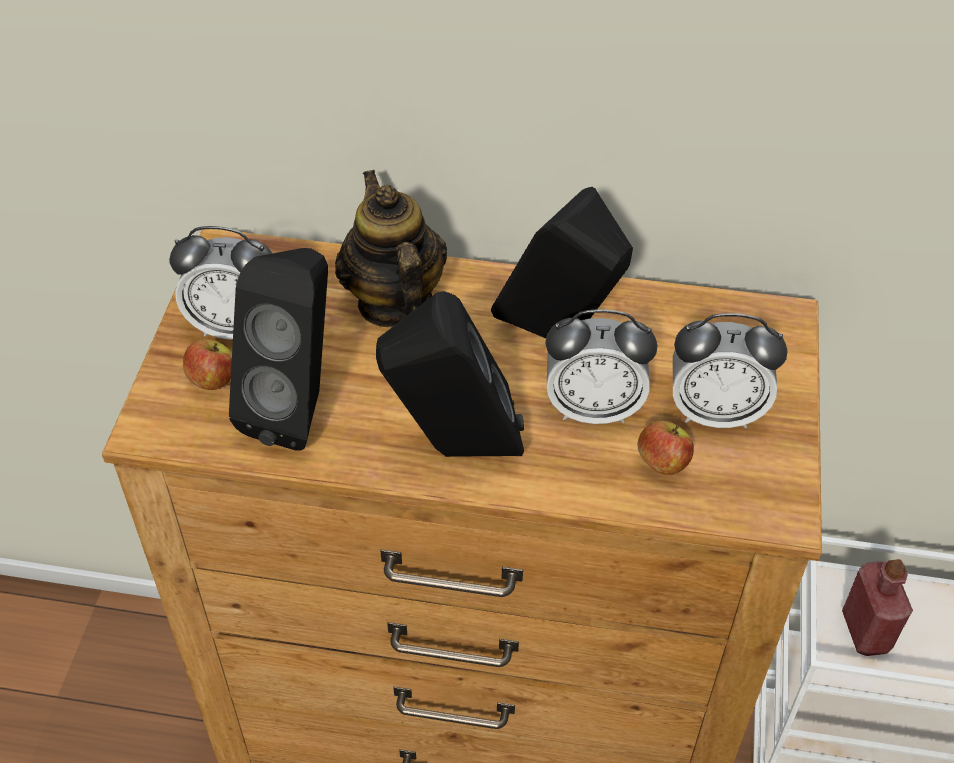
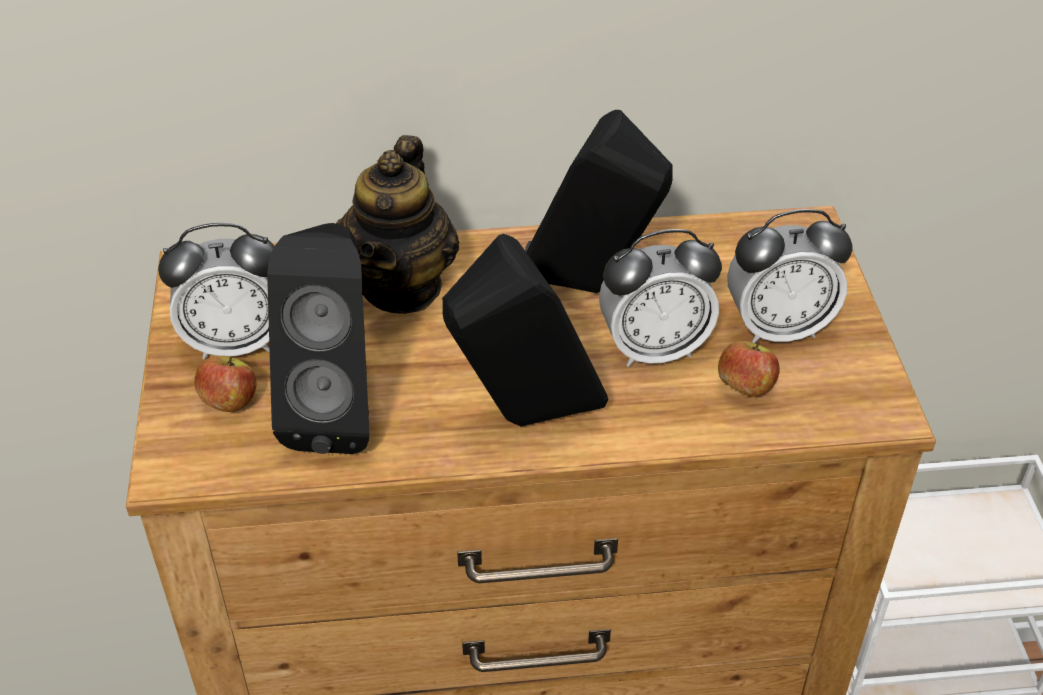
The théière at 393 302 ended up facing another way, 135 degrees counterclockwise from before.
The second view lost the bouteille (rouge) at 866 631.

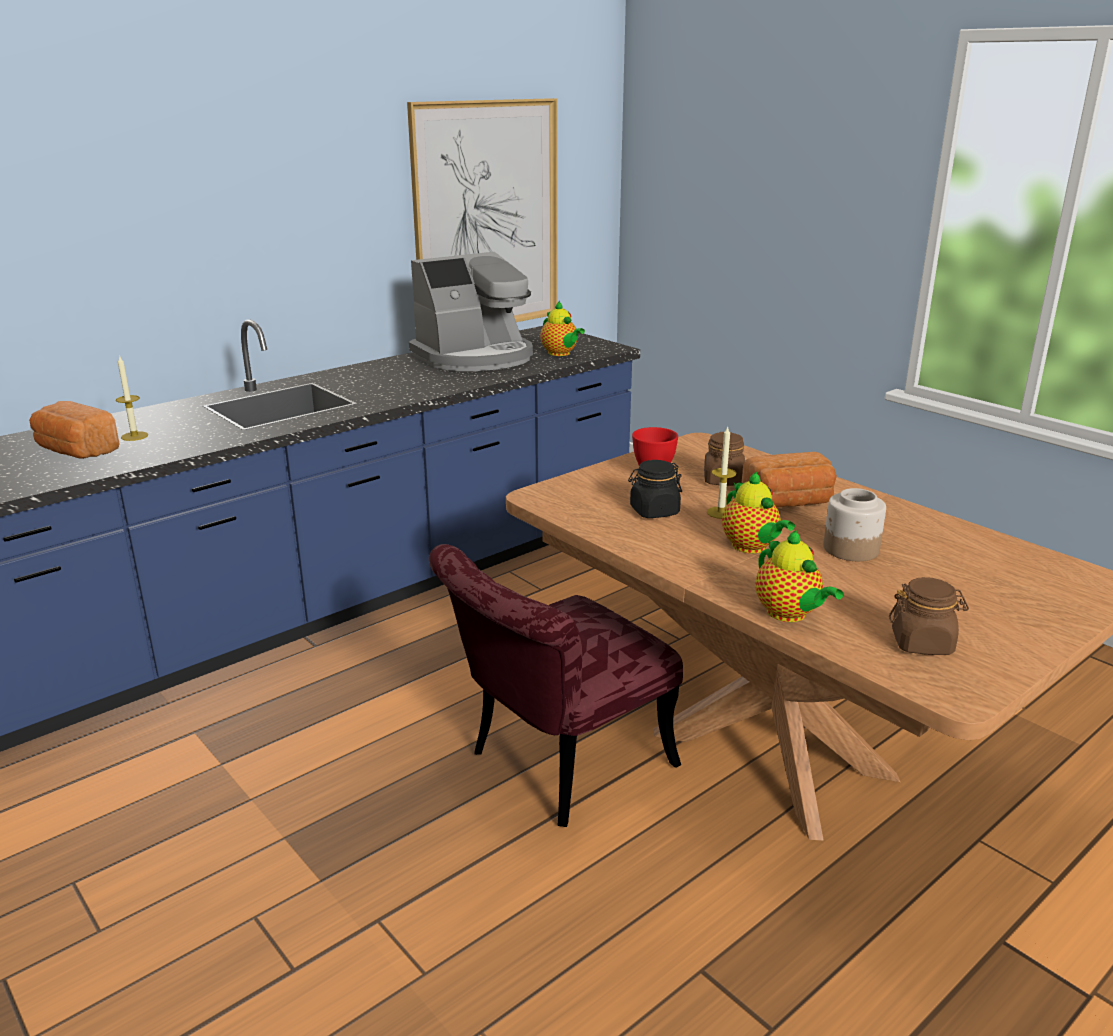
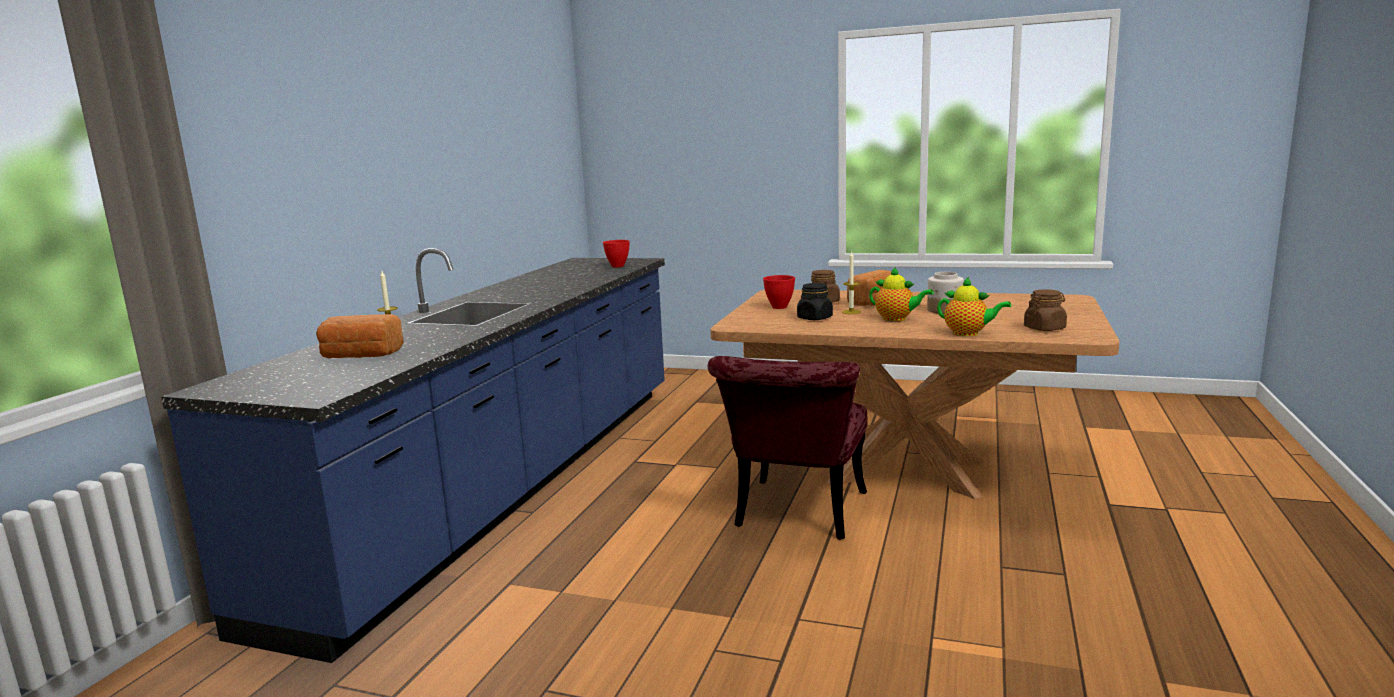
The second view lost the tableau at 487 218.
The second view lost the machine à café at 475 357.
Where the théière stood at 560 354, the bol (rouge) came to stand at 617 266.

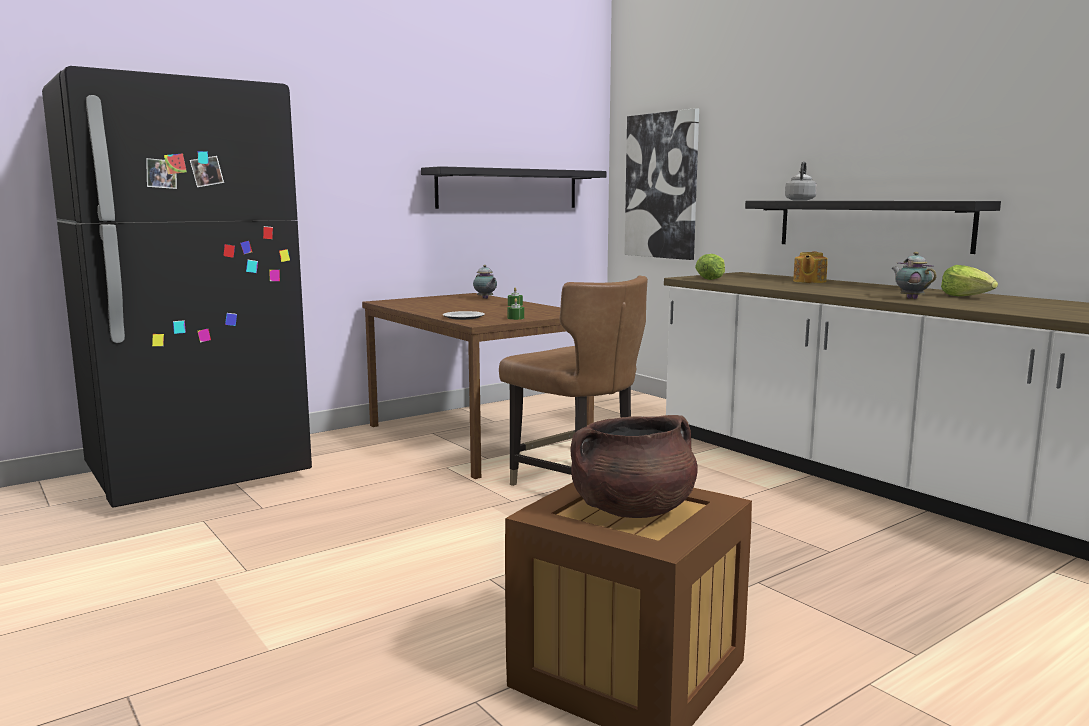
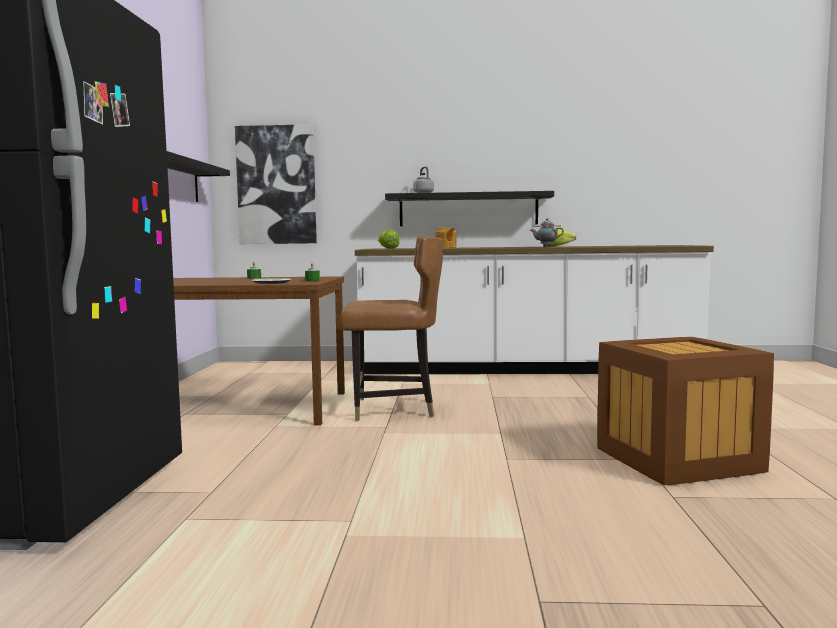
The second view lost the théière at 485 298.
The second view lost the marmite (marron) at 632 510.

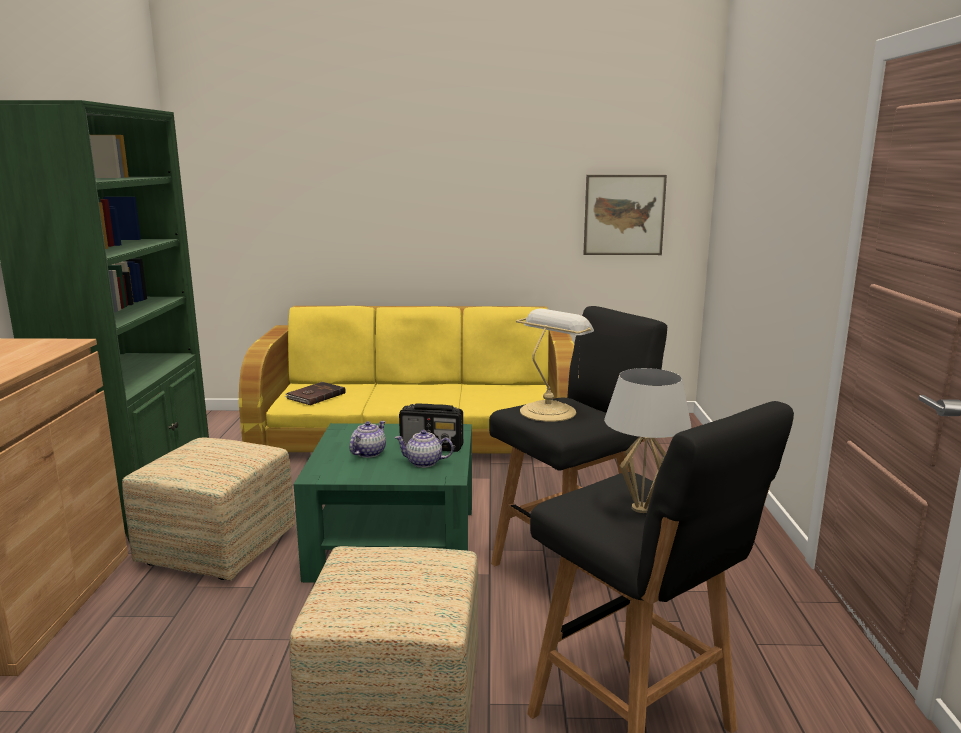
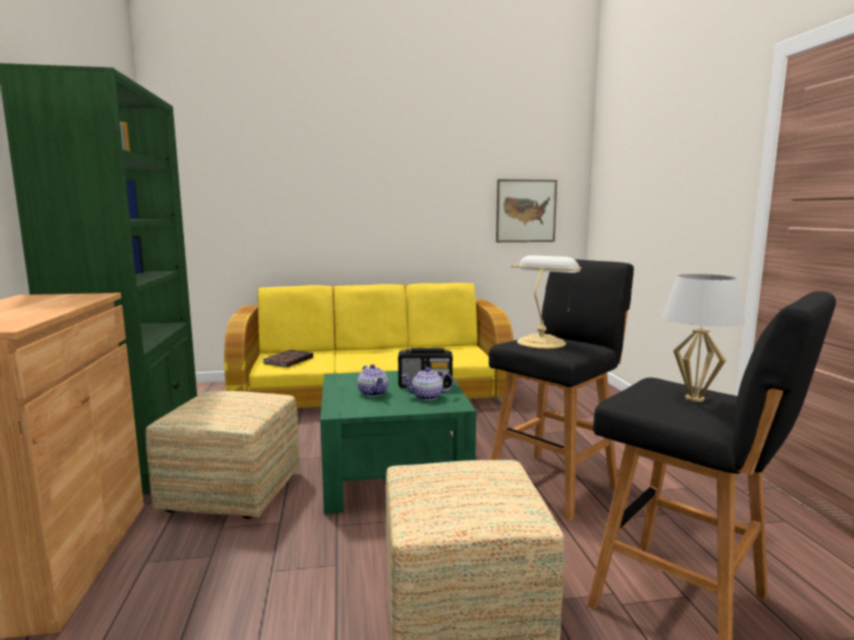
The théière at 368 453 ended up facing another way, 135 degrees clockwise from before.

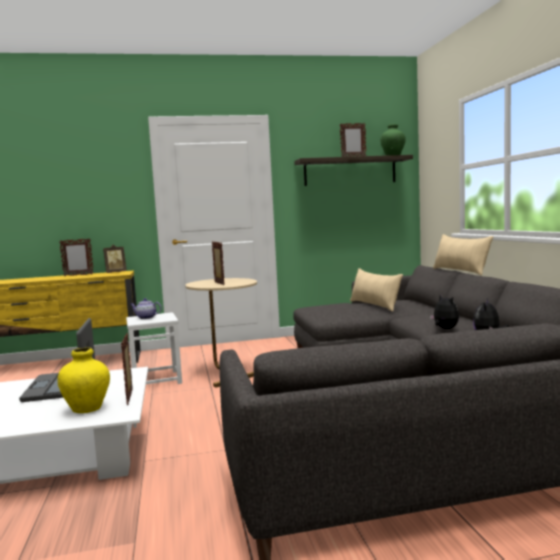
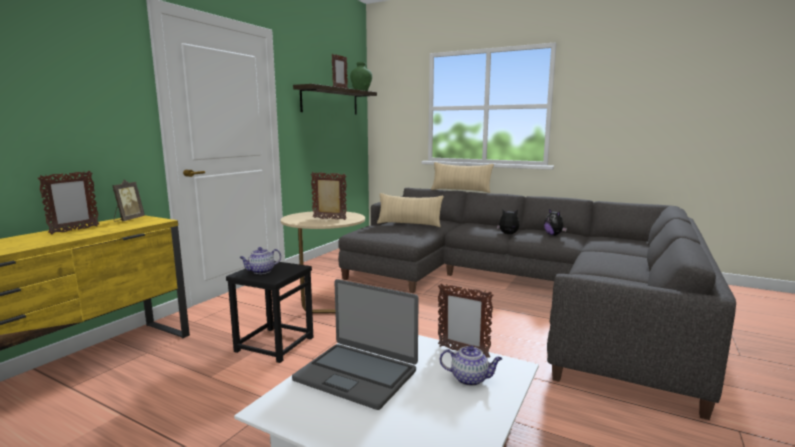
What was the tabouret (blanc) at 156 380 turned into the tabouret (noir) at 274 344.
Where the vase (jaune) stood at 87 409, the théière came to stand at 470 379.

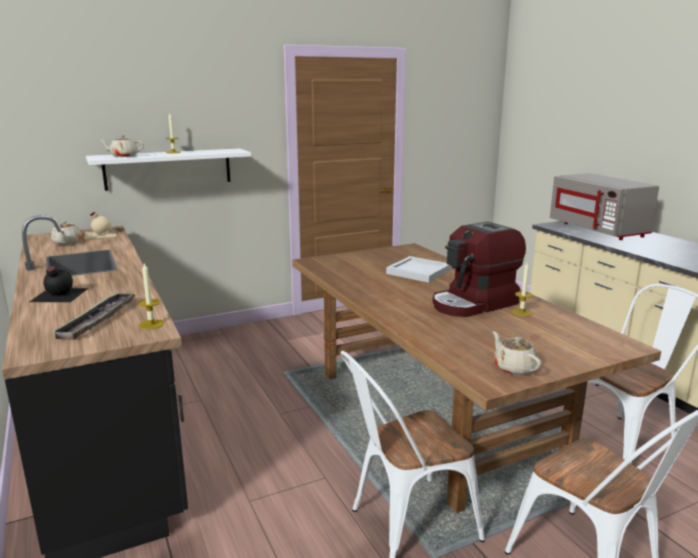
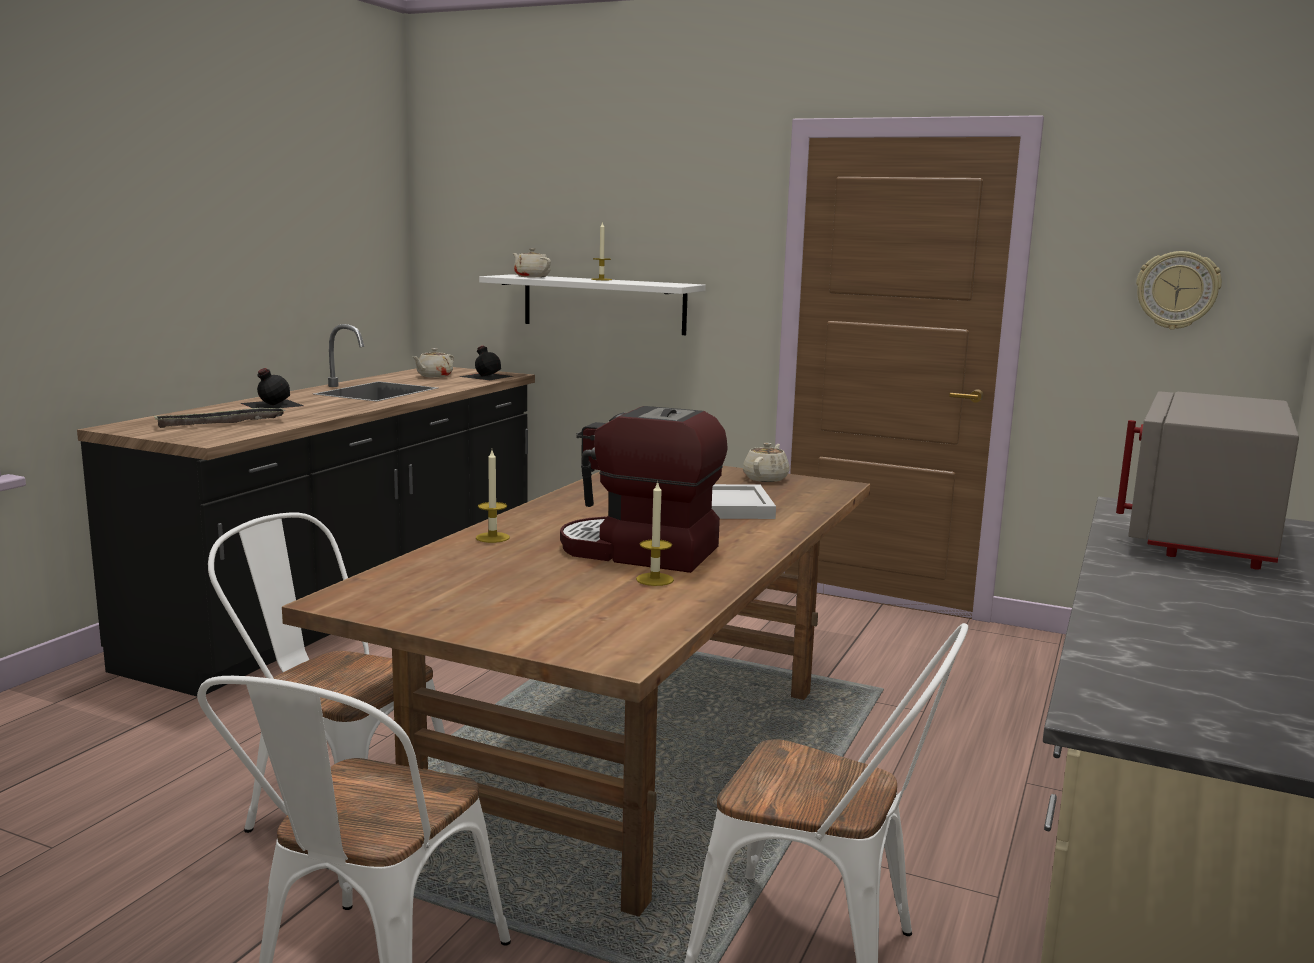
What was the bouteille (beige) at 100 234 turned into the bouteille (noir) at 486 376.
The bougie ended up elsewhere, having gone from 151 324 to 492 537.
The théière (beige) ended up elsewhere, having gone from 514 368 to 766 478.
The second view gained the horloge murale at 1177 290.

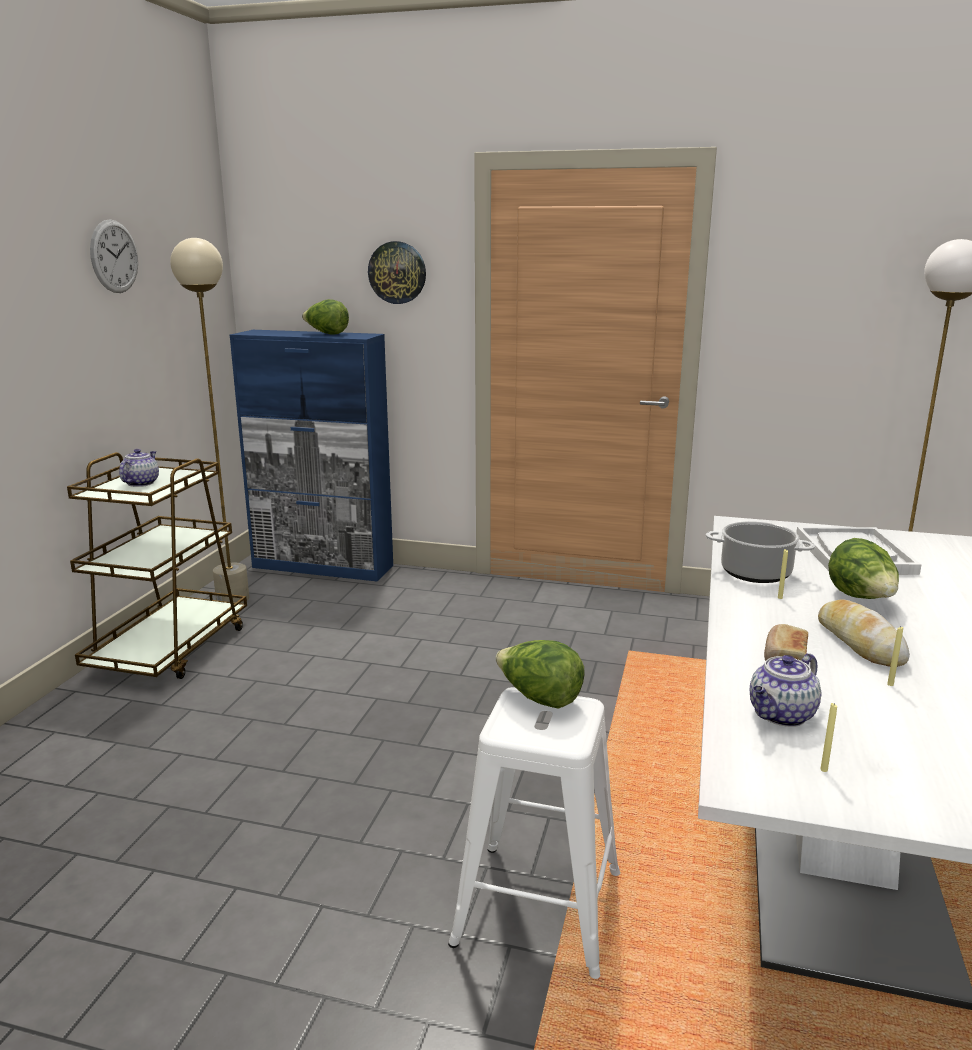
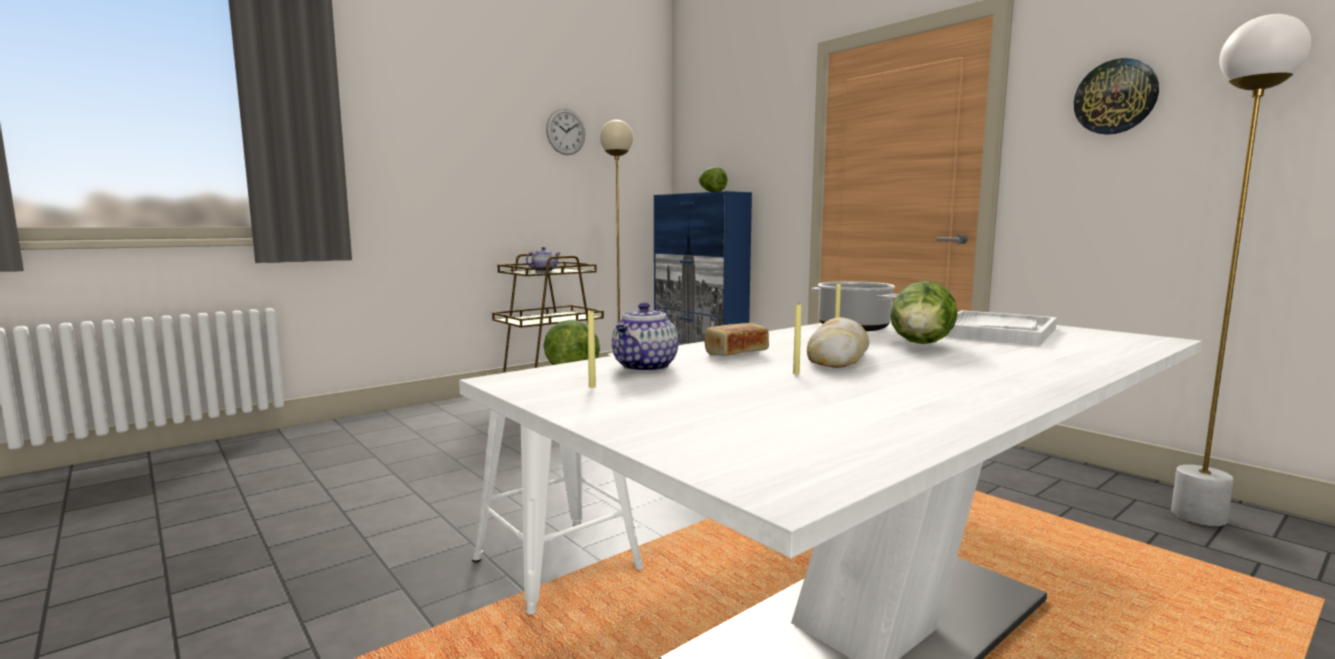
The horloge murale ended up elsewhere, having gone from 397 272 to 1115 97.
The théière at 781 715 ended up facing another way, 60 degrees counterclockwise from before.

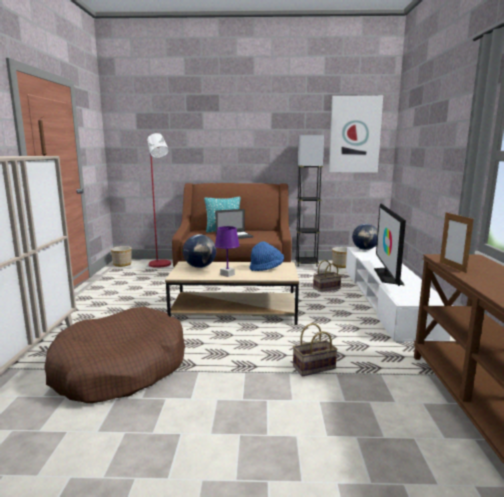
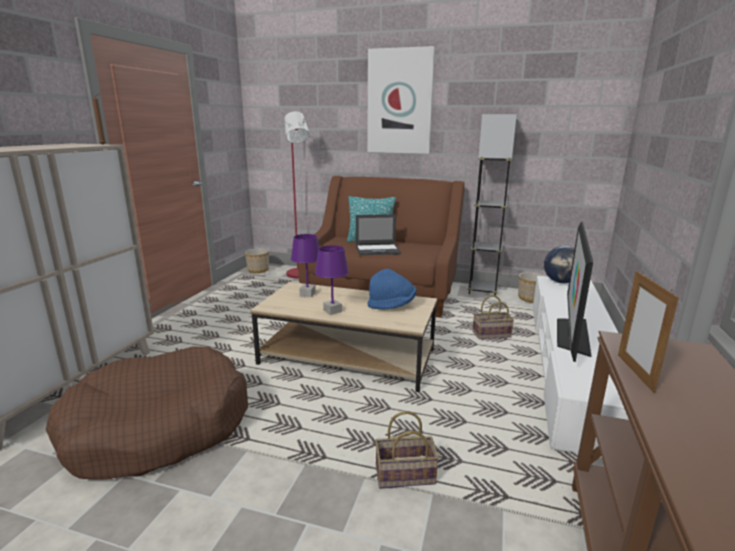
The tableau ended up elsewhere, having gone from 354 135 to 400 102.
Where the globe stood at 200 267, the lampe de table (violet) came to stand at 307 294.

